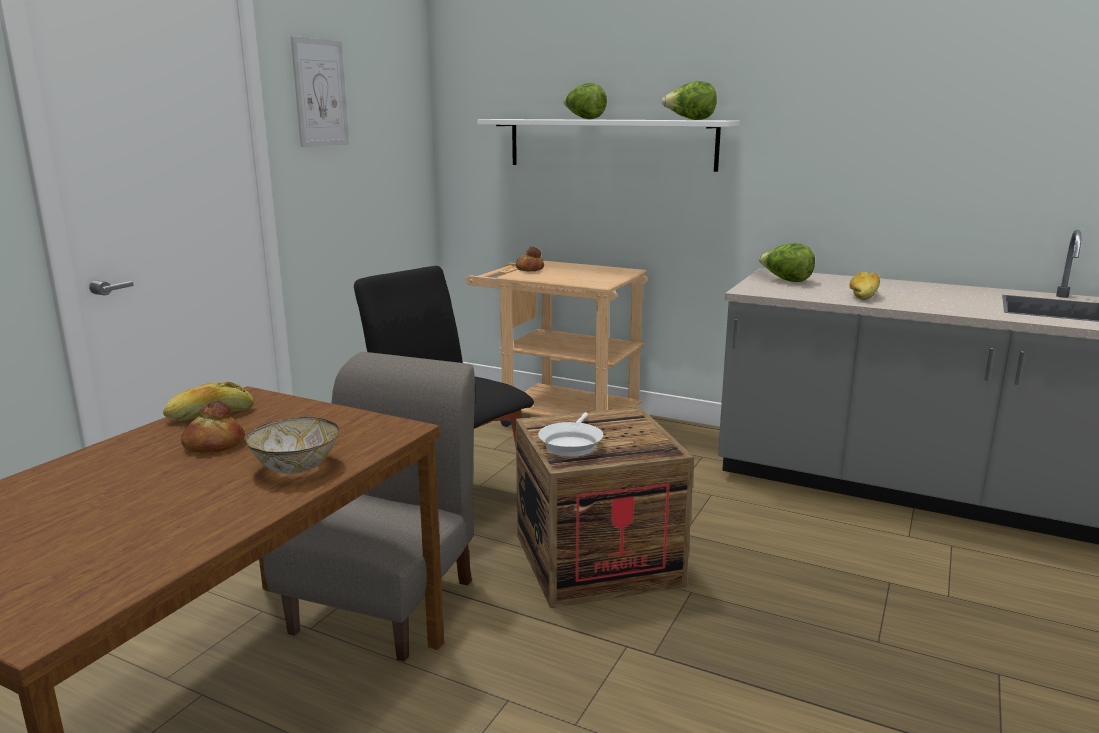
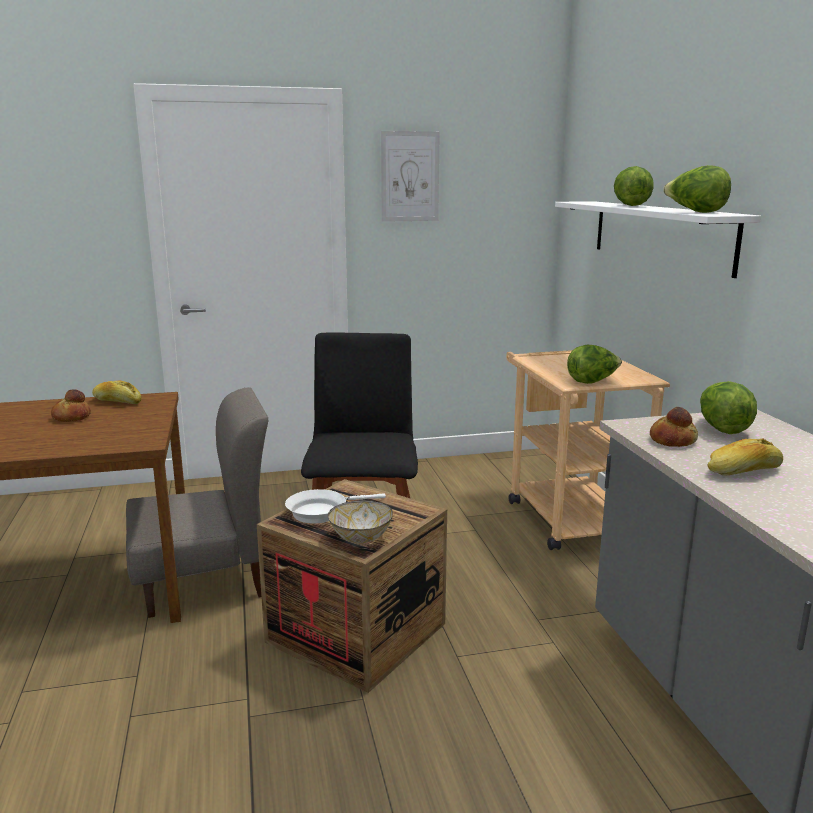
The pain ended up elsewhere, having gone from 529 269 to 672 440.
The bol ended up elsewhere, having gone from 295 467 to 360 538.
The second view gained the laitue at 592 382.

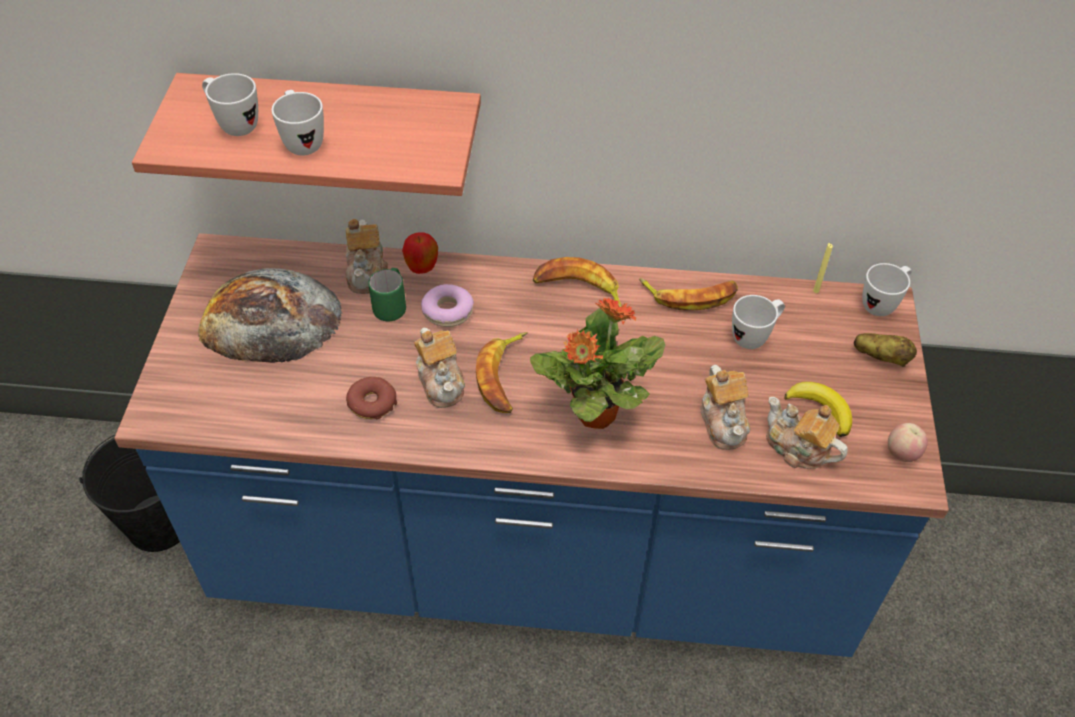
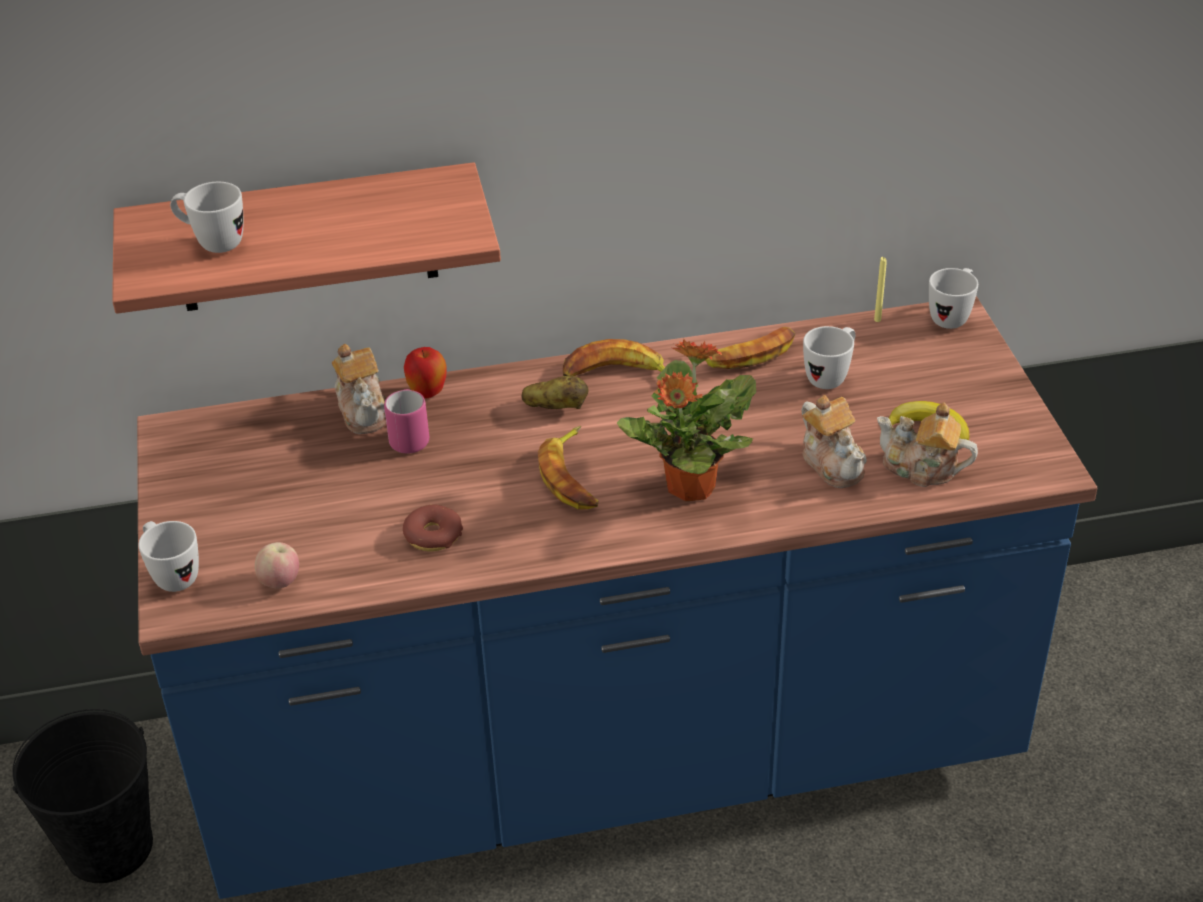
The mug (blanc) ended up elsewhere, having gone from 302 141 to 172 575.
The second view lost the pain at 270 318.
What was the mug (vert) at 391 306 turned into the mug (rose) at 409 437.
The second view lost the beignet at 448 311.
The second view lost the théière at 441 381.
The pomme de terre ended up elsewhere, having gone from 881 357 to 556 408.
The pomme ended up elsewhere, having gone from 902 453 to 280 582.

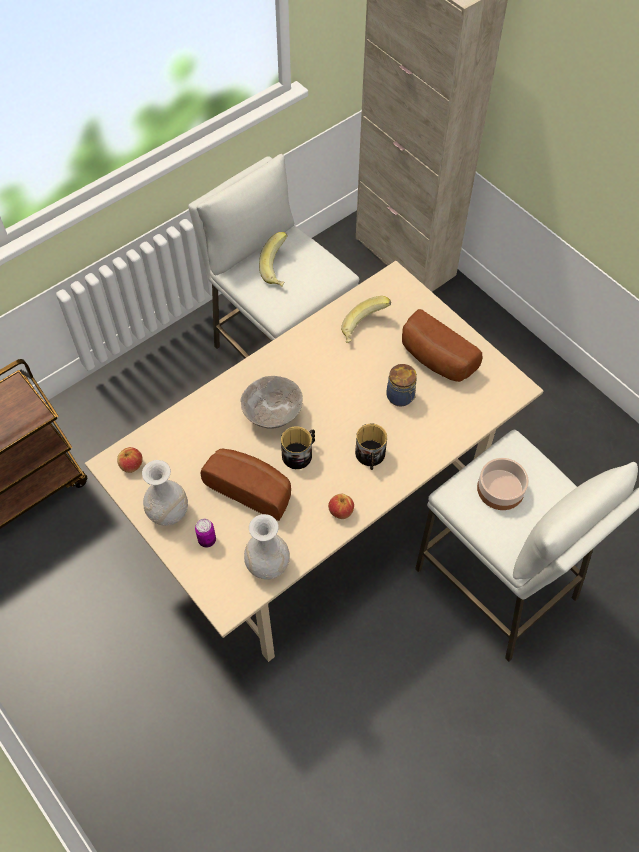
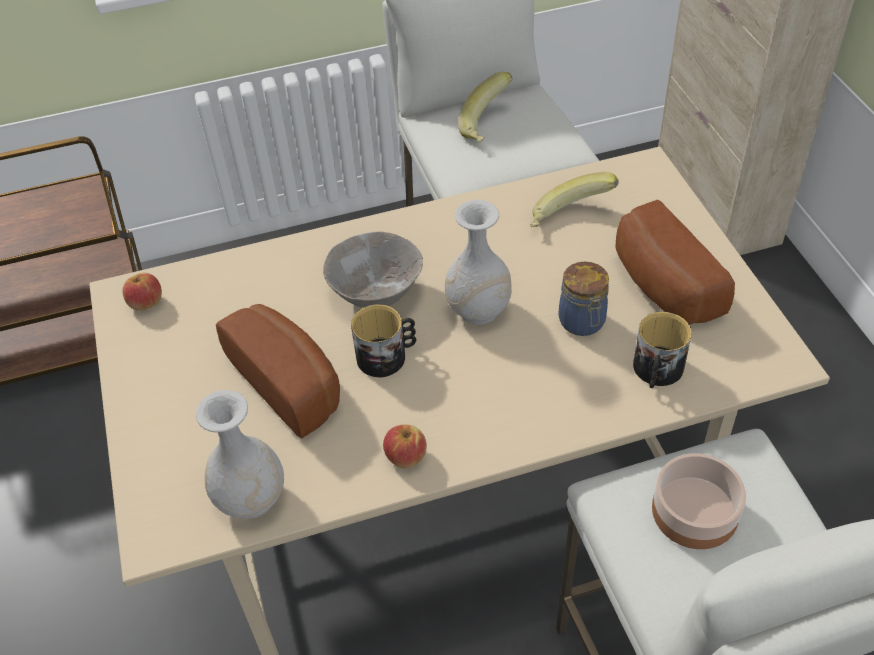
The mug ended up elsewhere, having gone from 370 456 to 656 371.
The vase (blanc) ended up elsewhere, having gone from 169 513 to 479 310.
The second view lost the boîte métallique at 207 540.

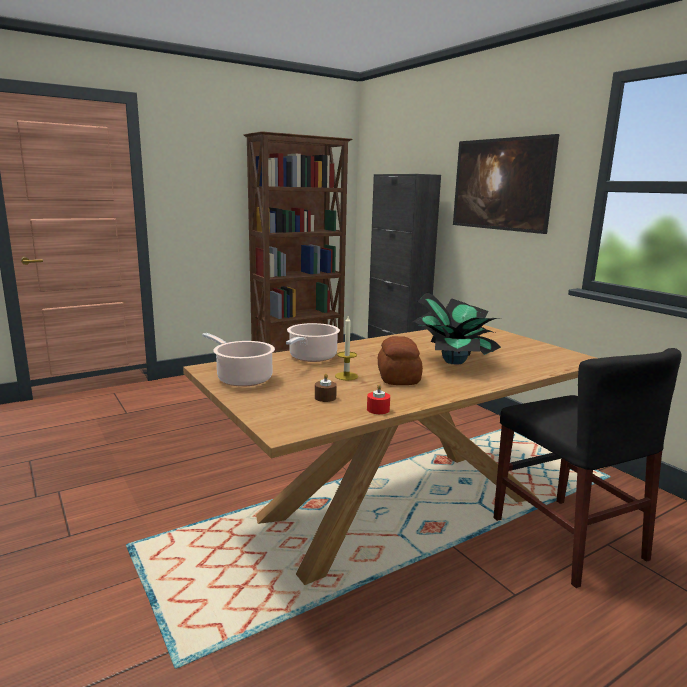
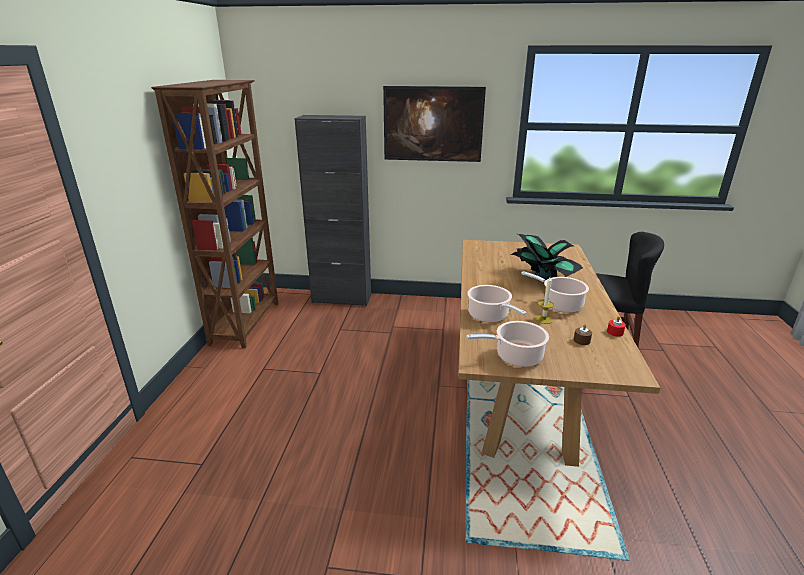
Where the pain stood at 399 377, the marmite came to stand at 560 304.

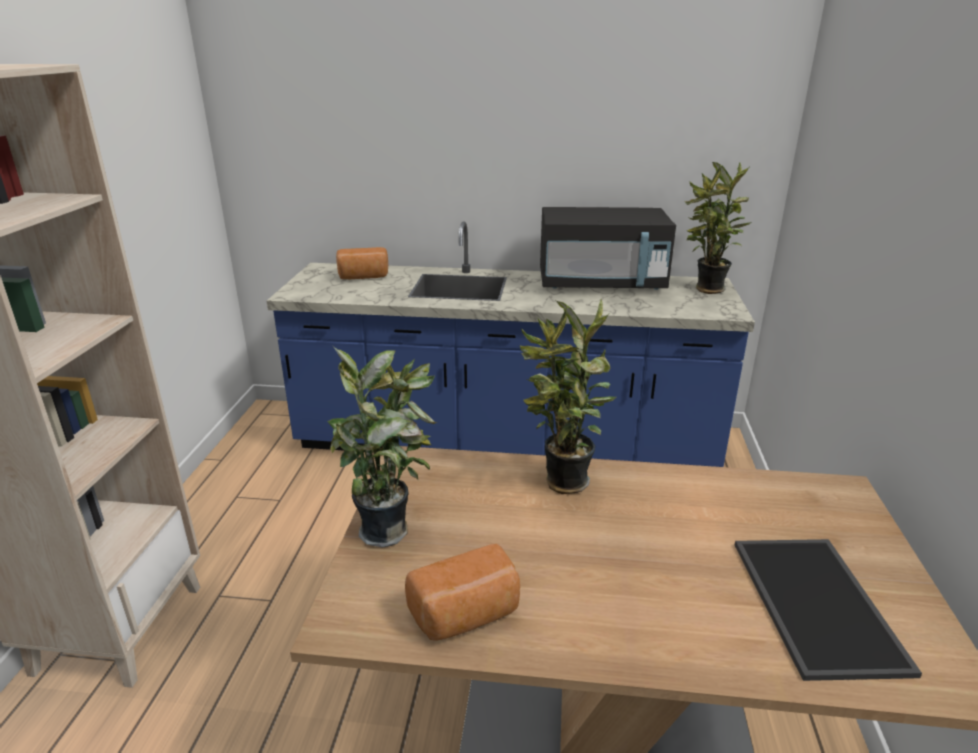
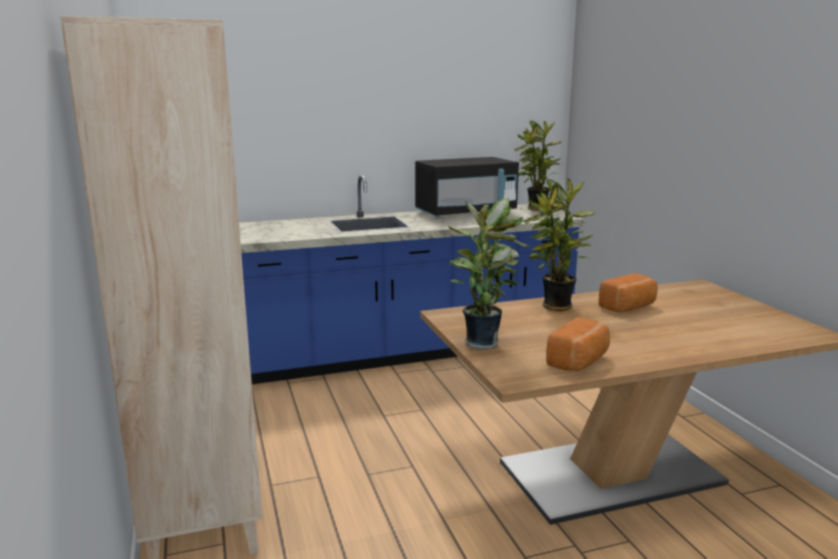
The pain ended up elsewhere, having gone from 363 277 to 629 307.
The second view lost the plateau at 820 605.

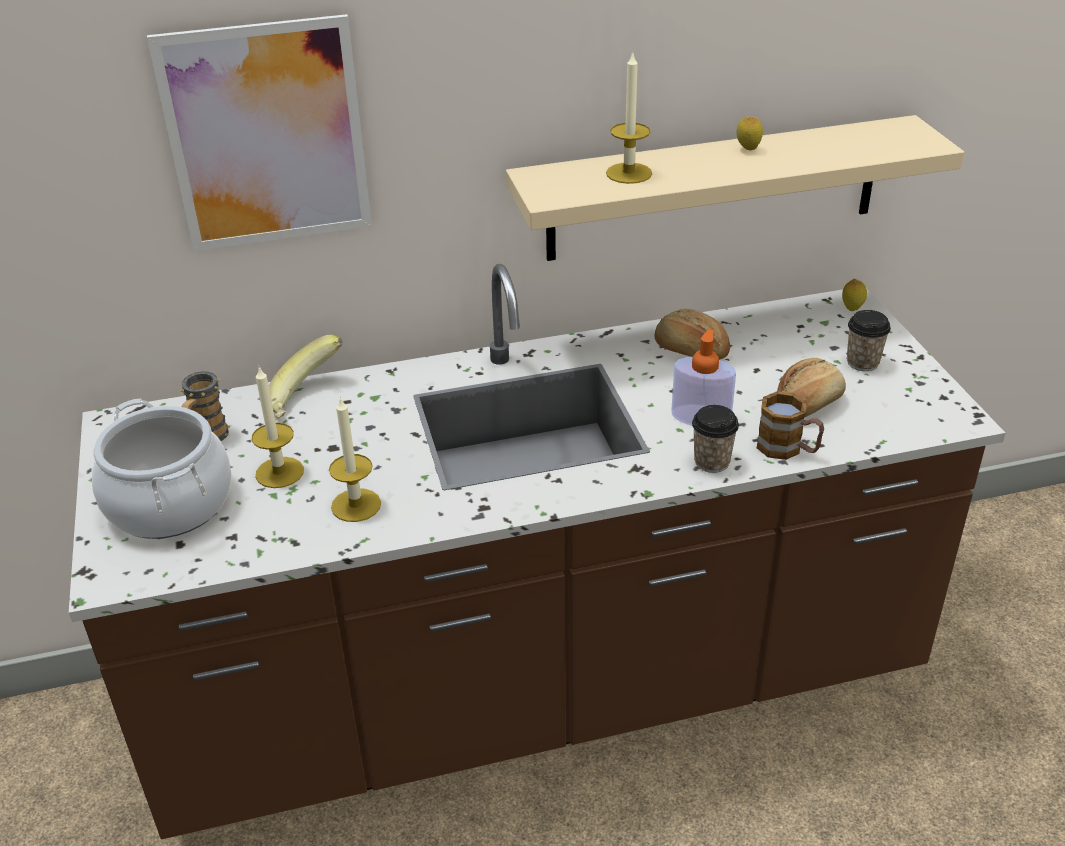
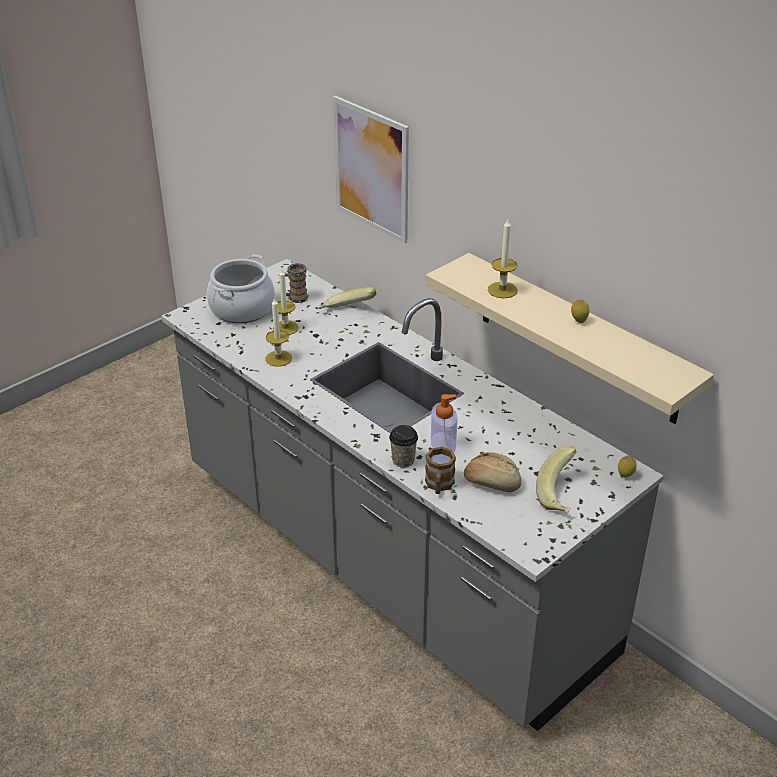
What was the comptoir de cuisine (marron) at 539 689 turned into the comptoir de cuisine (gris) at 388 560.
The second view lost the pain at 690 351.
Where the tasse stood at 862 362, the banane came to stand at 561 495.

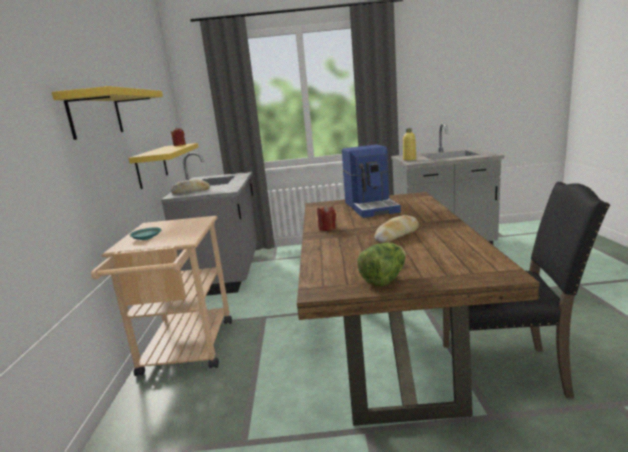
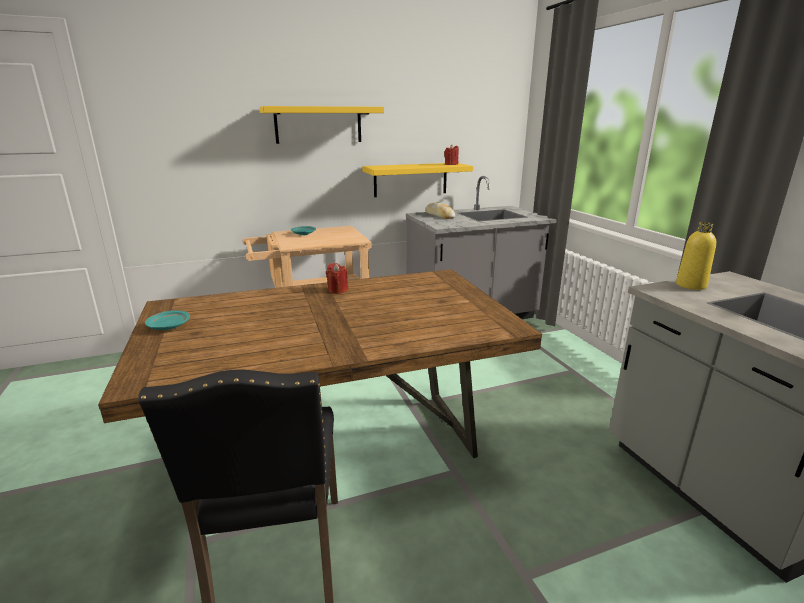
The second view lost the machine à café at 371 207.
The second view lost the pain at 397 235.
Where the laitue stood at 384 279, the assiette (turquoise) came to stand at 169 326.

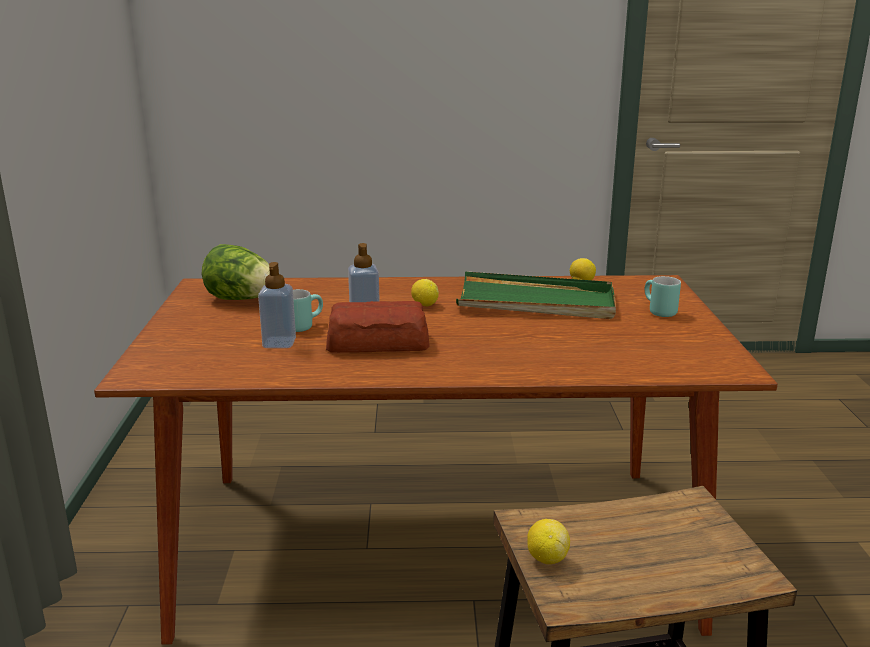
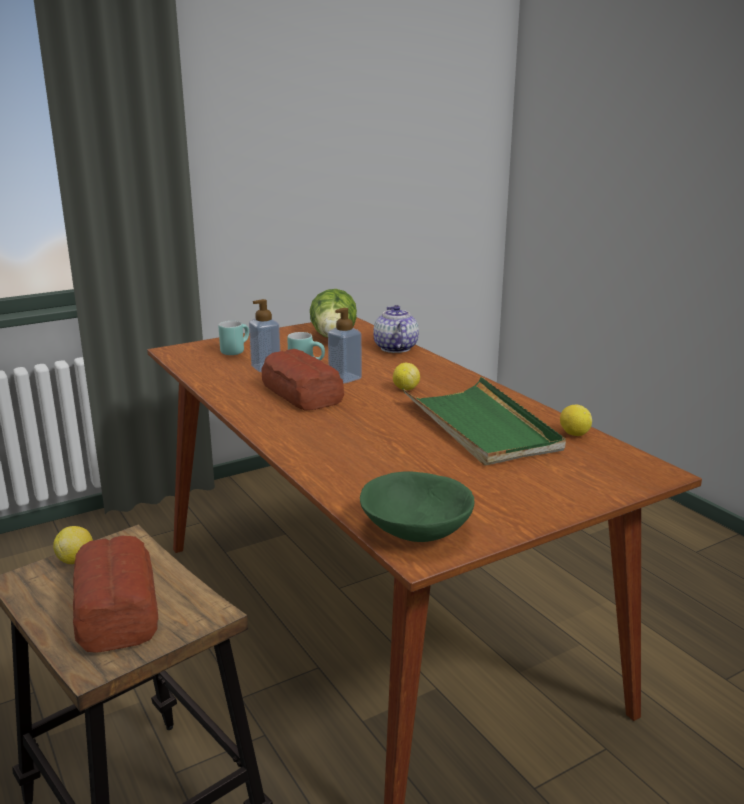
The mug (turquoise) ended up elsewhere, having gone from 657 311 to 235 350.
The second view gained the théière at 395 348.
The second view gained the bol (vert) at 414 529.
The second view gained the pain at 115 610.

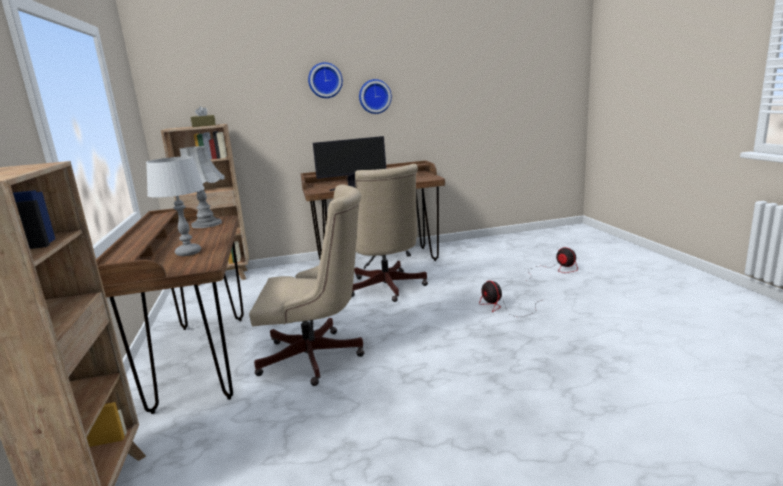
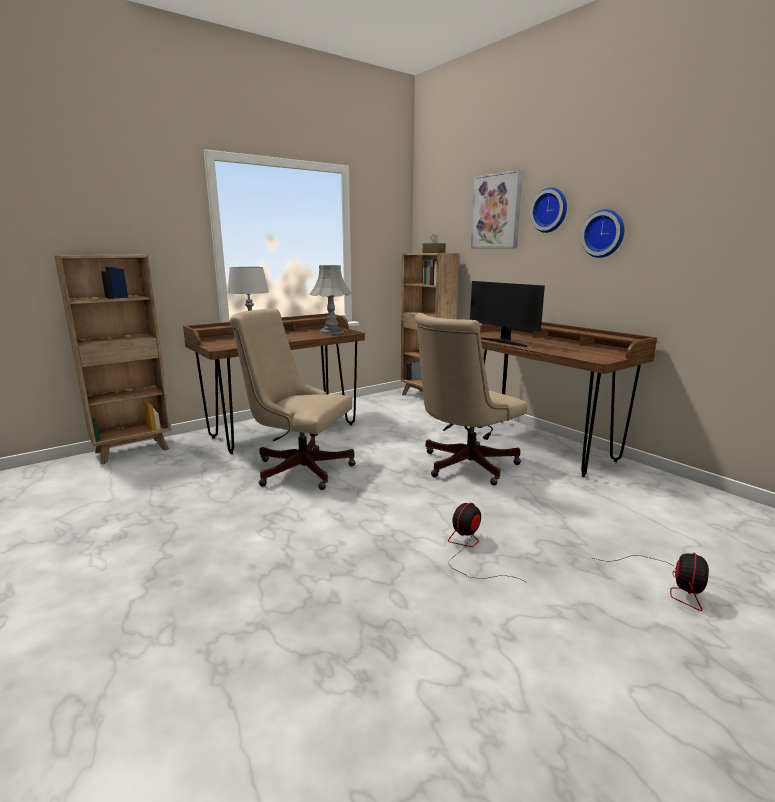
The chaise de bureau (beige) at 317 358 ended up facing another way, 135 degrees clockwise from before.
The second view gained the tableau at 496 211.

